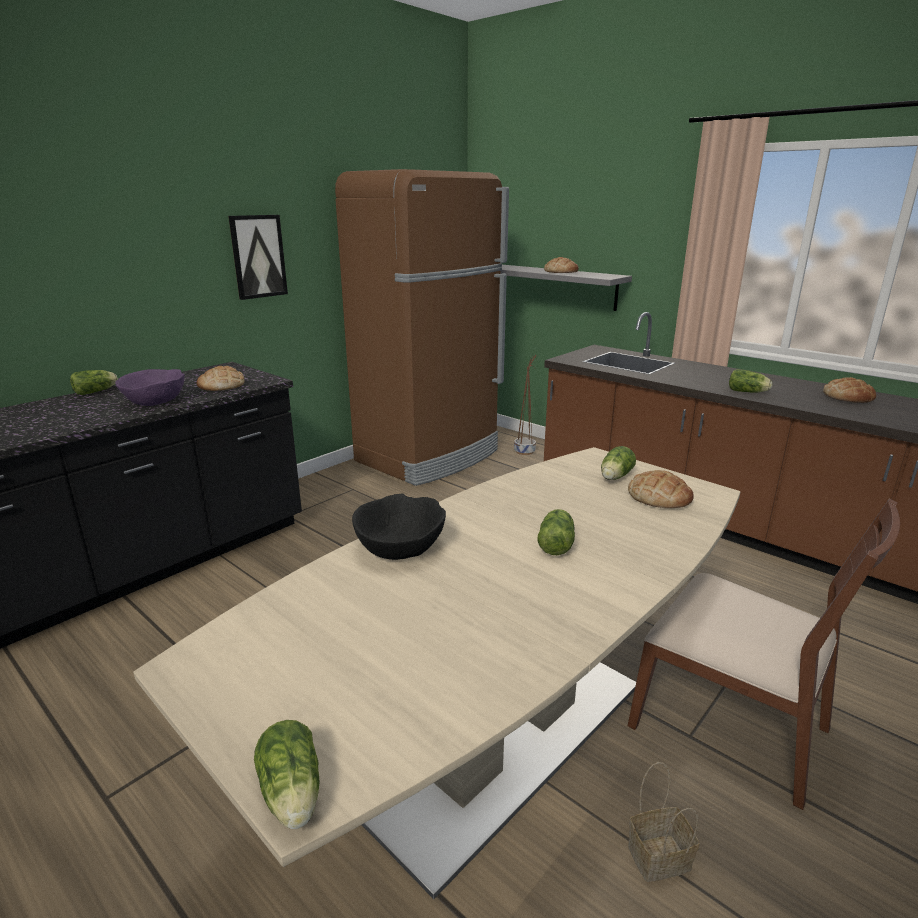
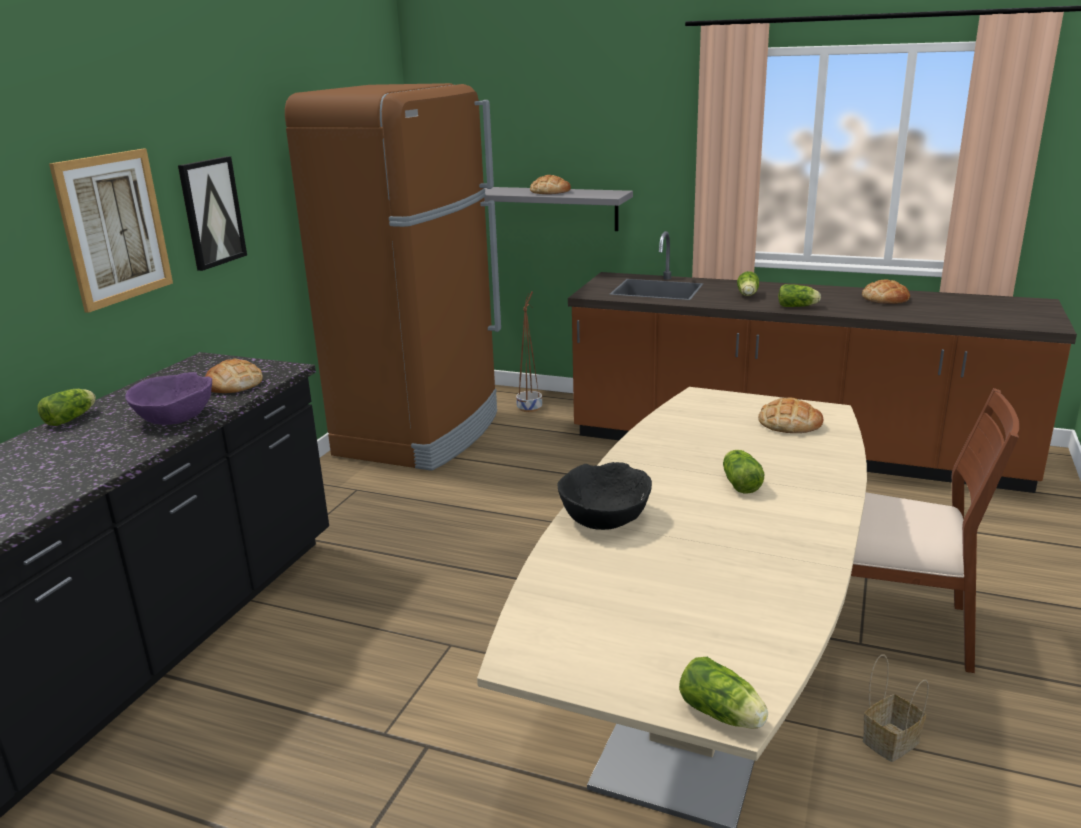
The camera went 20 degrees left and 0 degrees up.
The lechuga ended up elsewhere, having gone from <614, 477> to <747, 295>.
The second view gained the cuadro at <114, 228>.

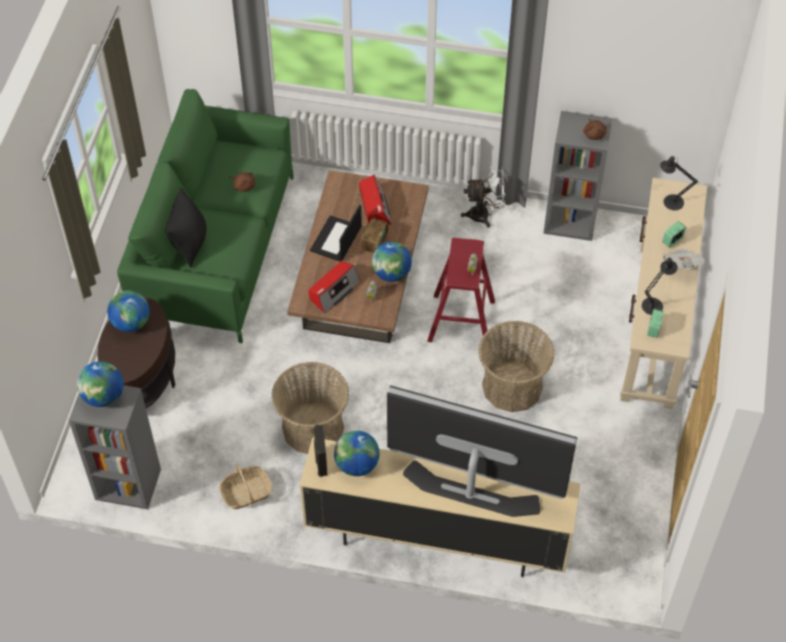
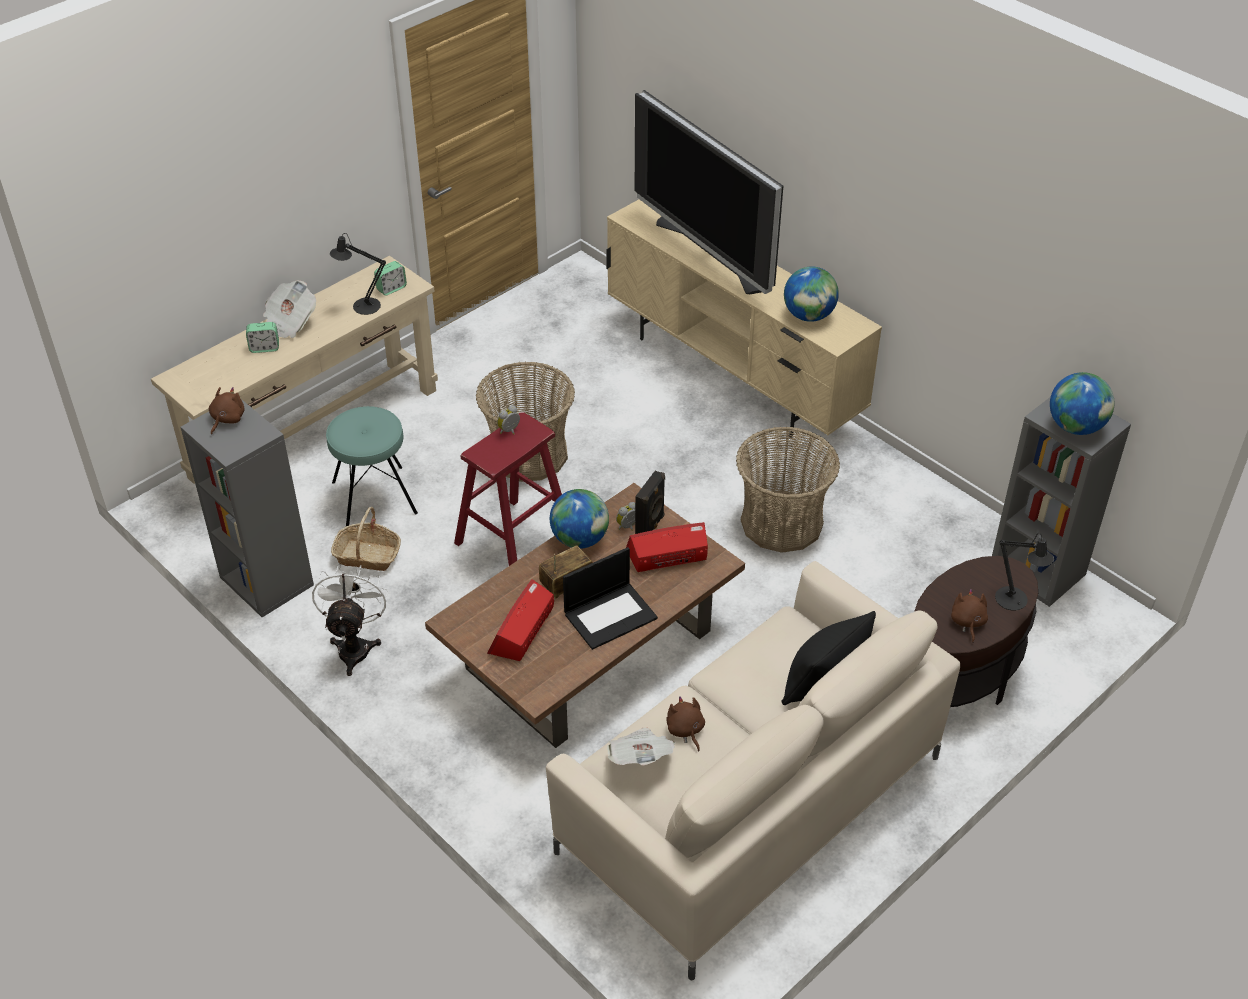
The camera went 145 degrees left and 10 degrees down.
Where the globo terráqueo stood at <131, 323>, the peluche [marrón] came to stand at <967, 622>.
What was the sofá [verde] at <214, 248> turned into the sofá [beis] at <750, 804>.
The cesta ended up elsewhere, having gone from <246, 493> to <367, 555>.
The altavoz [negro] ended up elsewhere, having gone from <320, 462> to <650, 527>.
The ventilador [blanco] at <485, 215> ended up facing another way, 60 degrees clockwise from before.
The lámpara de mesa [negro] ended up elsewhere, having gone from <670, 201> to <1015, 601>.
The second view gained the taburete [turquesa] at <374, 497>.
The second view gained the periódico at <640, 758>.

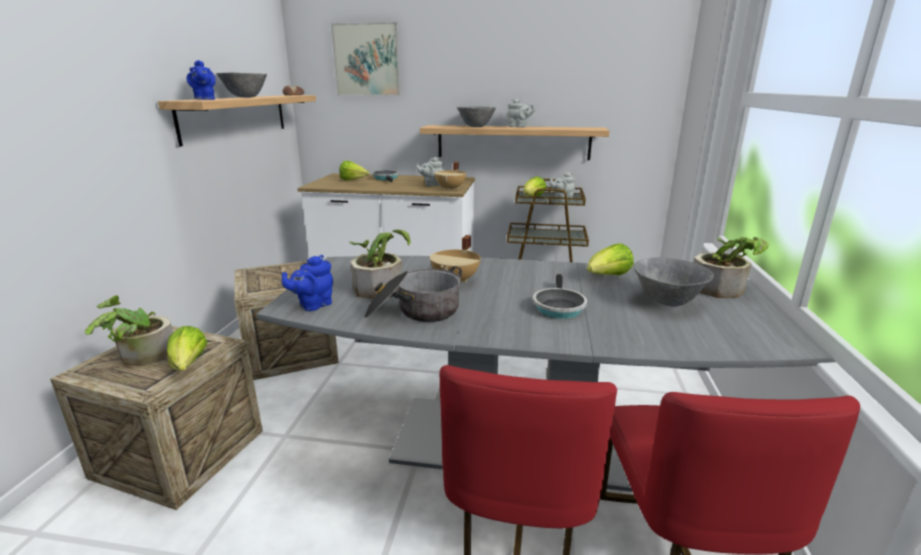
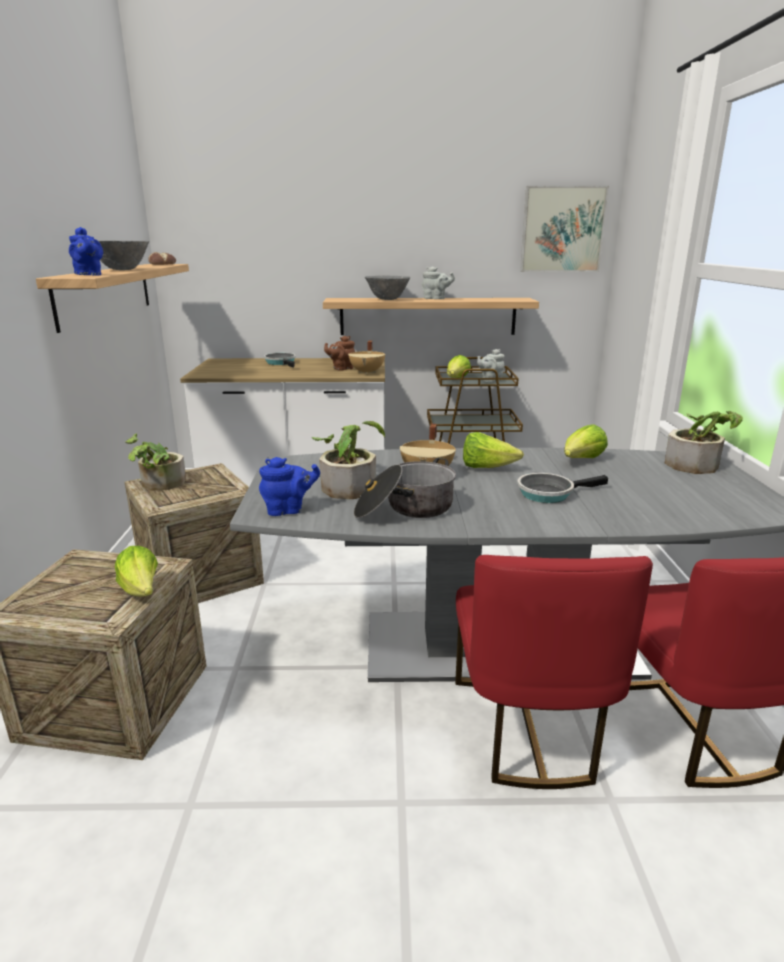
The camera went 10 degrees left and 0 degrees up.
The planta en maceta ended up elsewhere, having gone from <140, 356> to <159, 485>.
The tetera [azul] at <313, 305> ended up facing another way, 135 degrees counterclockwise from before.
The cuadro ended up elsewhere, having gone from <367, 60> to <562, 229>.
The lechuga ended up elsewhere, having gone from <353, 181> to <486, 468>.
What was the tetera [gris] at <431, 184> turned into the tetera [marrón] at <341, 368>.
The sartén at <558, 307> ended up facing another way, 75 degrees clockwise from before.
The second view lost the cuenco [gris] at <667, 302>.

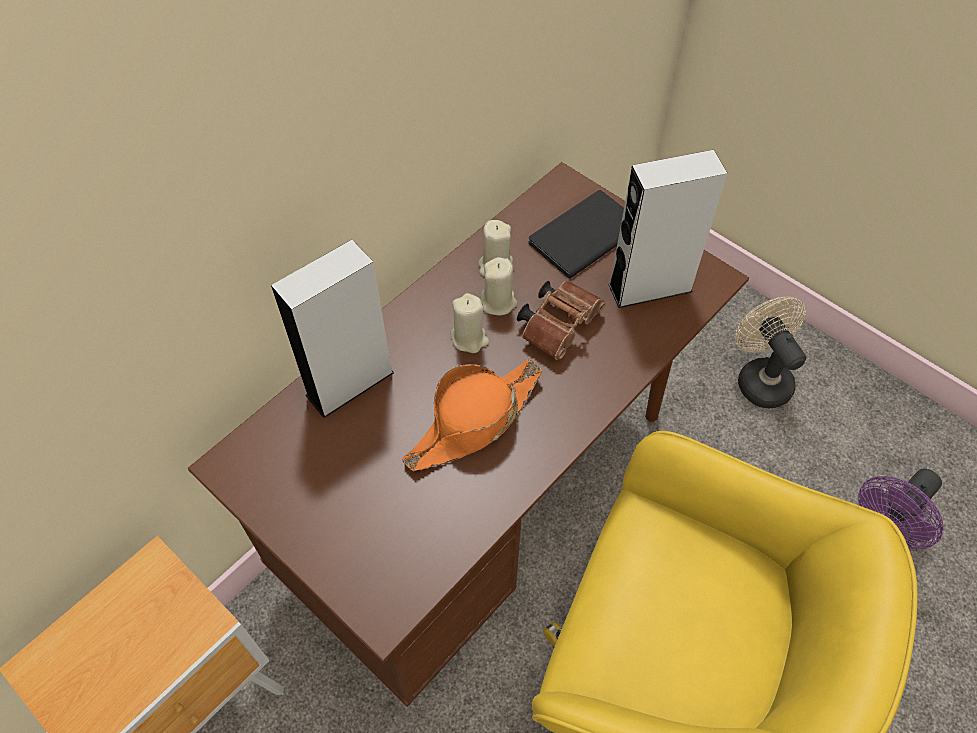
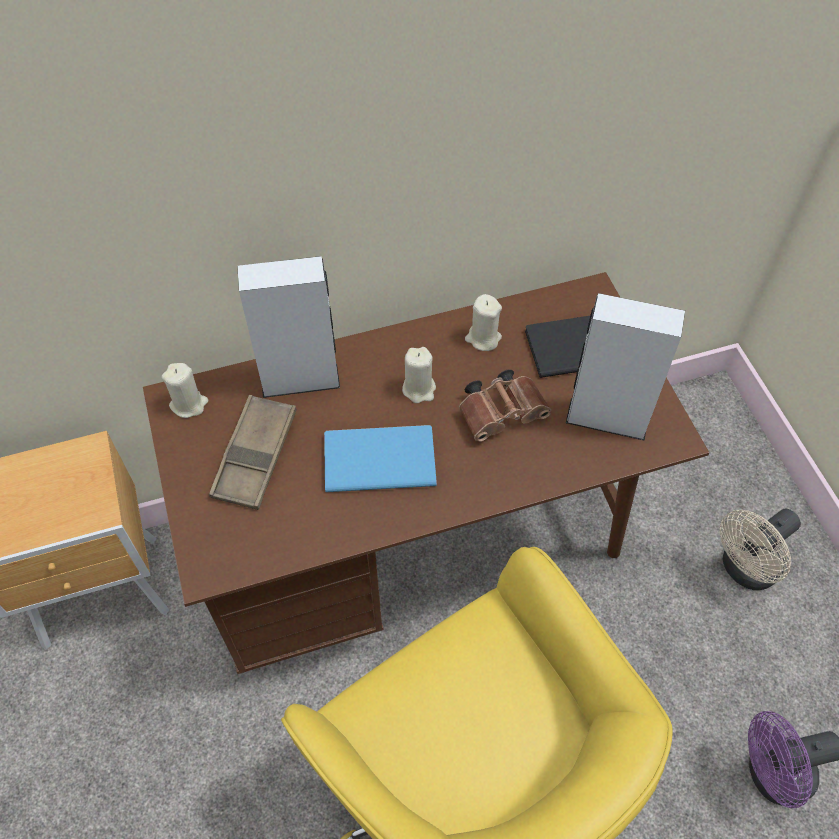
The camera went 30 degrees right and 0 degrees up.
Where the sombrero [naranja] stood at <474, 421>, the libro [azul] came to stand at <376, 458>.
The vela [beis] ended up elsewhere, having gone from <498, 302> to <189, 404>.
The ventilador [beis] at <759, 378> ended up facing another way, 135 degrees counterclockwise from before.
The second view gained the bandeja [marrón] at <255, 456>.

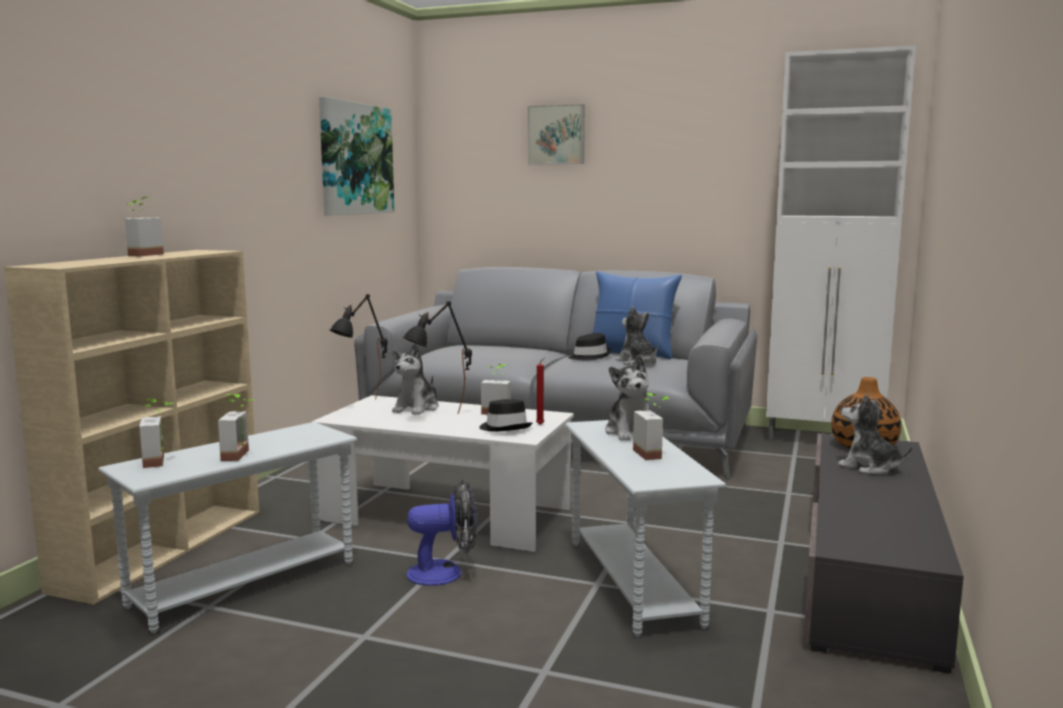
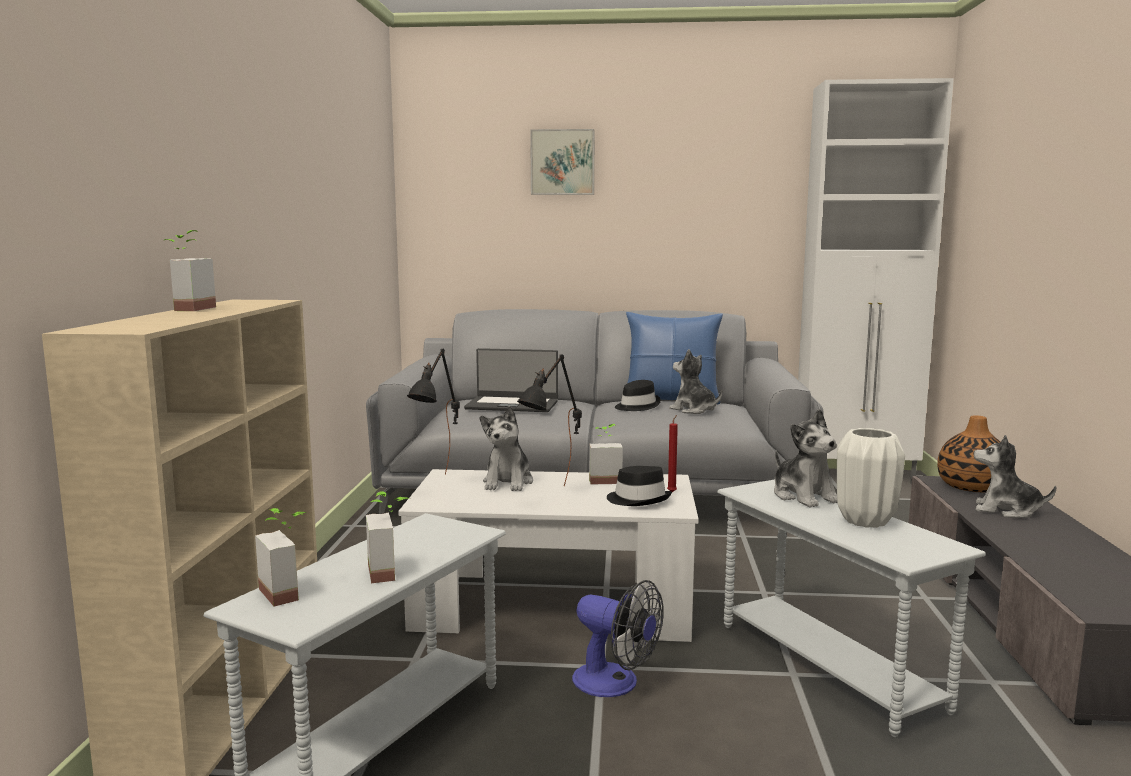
The camera went 15 degrees left and 0 degrees up.
The second view lost the cuadro at <355, 159>.
The ventilador at <445, 573> ended up facing another way, 60 degrees clockwise from before.
Where the planta en maceta stood at <654, 453>, the florero [blanco] came to stand at <864, 521>.
The second view gained the portátil at <512, 405>.

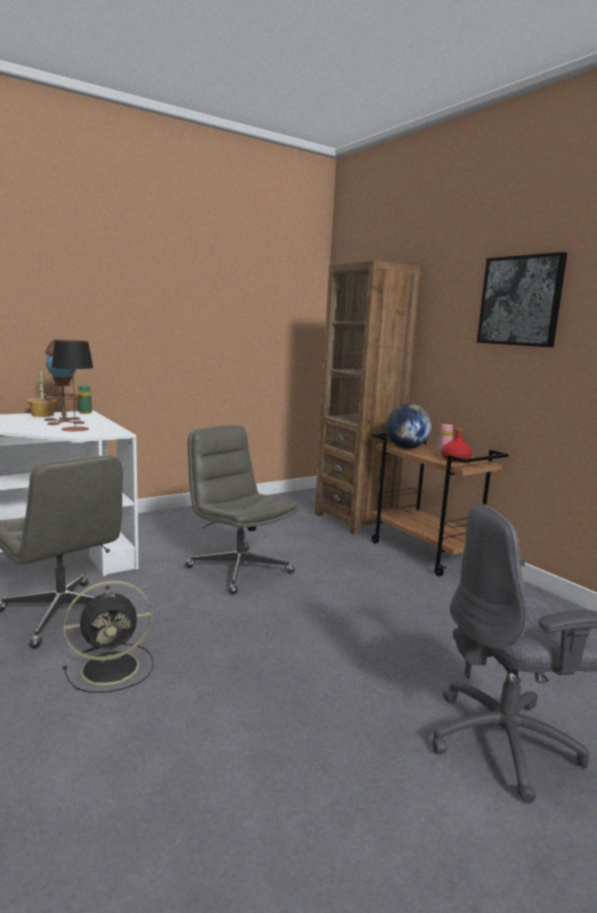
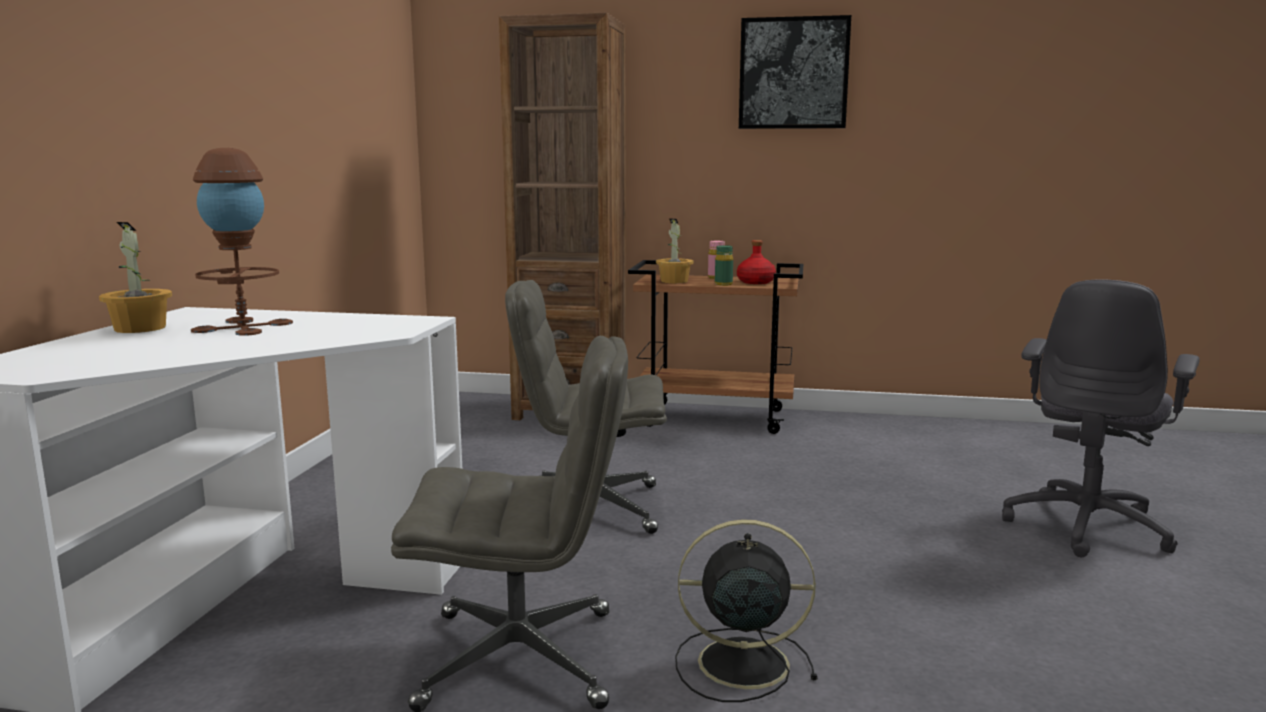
The camera went 45 degrees left and 0 degrees up.
The second view lost the lámpara de mesa at <75, 429>.
The ventilador [negro] at <113, 667> ended up facing another way, 105 degrees counterclockwise from before.
The botella [verde] ended up elsewhere, having gone from <85, 412> to <723, 284>.
Where the globo terráqueo stood at <406, 448>, the planta en maceta came to stand at <674, 281>.

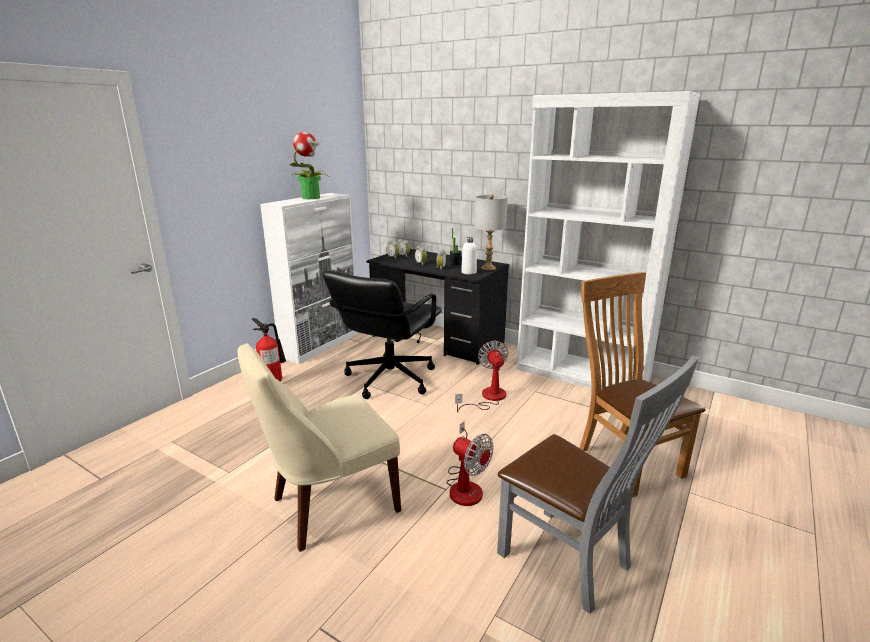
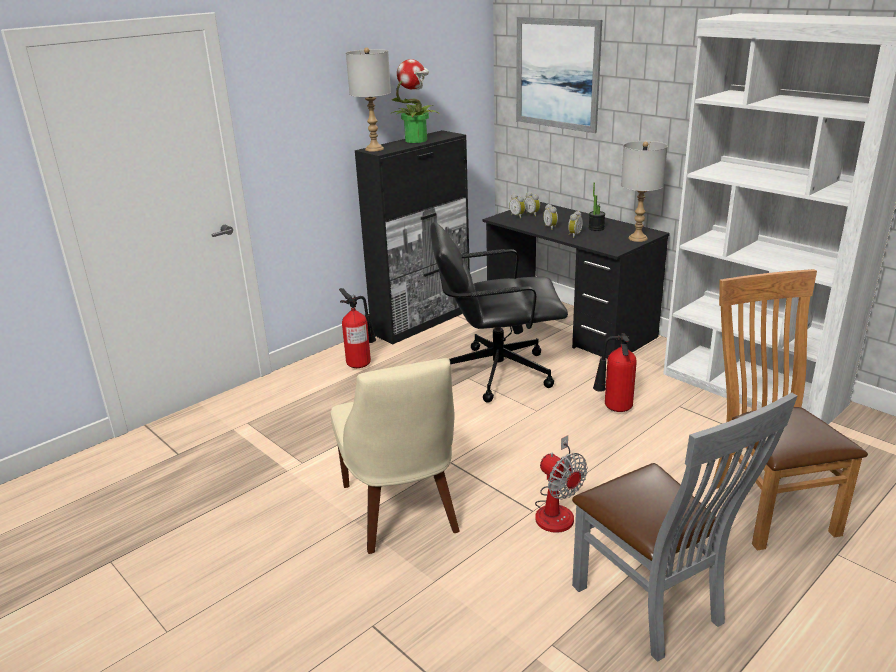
The camera went 15 degrees right and 5 degrees up.
The silla [beis] at <329, 506> ended up facing another way, 90 degrees counterclockwise from before.
What was the armario [blanco] at <321, 345> turned into the armario [negro] at <422, 321>.
The silla de oficina [negro] at <389, 379> ended up facing another way, 45 degrees clockwise from before.
Where the ventilador stood at <488, 398>, the extintor came to stand at <614, 409>.
The second view lost the botella [blanco] at <468, 272>.
The second view gained the lámpara de mesa [gris] at <374, 149>.
The second view gained the cuadro at <557, 73>.

